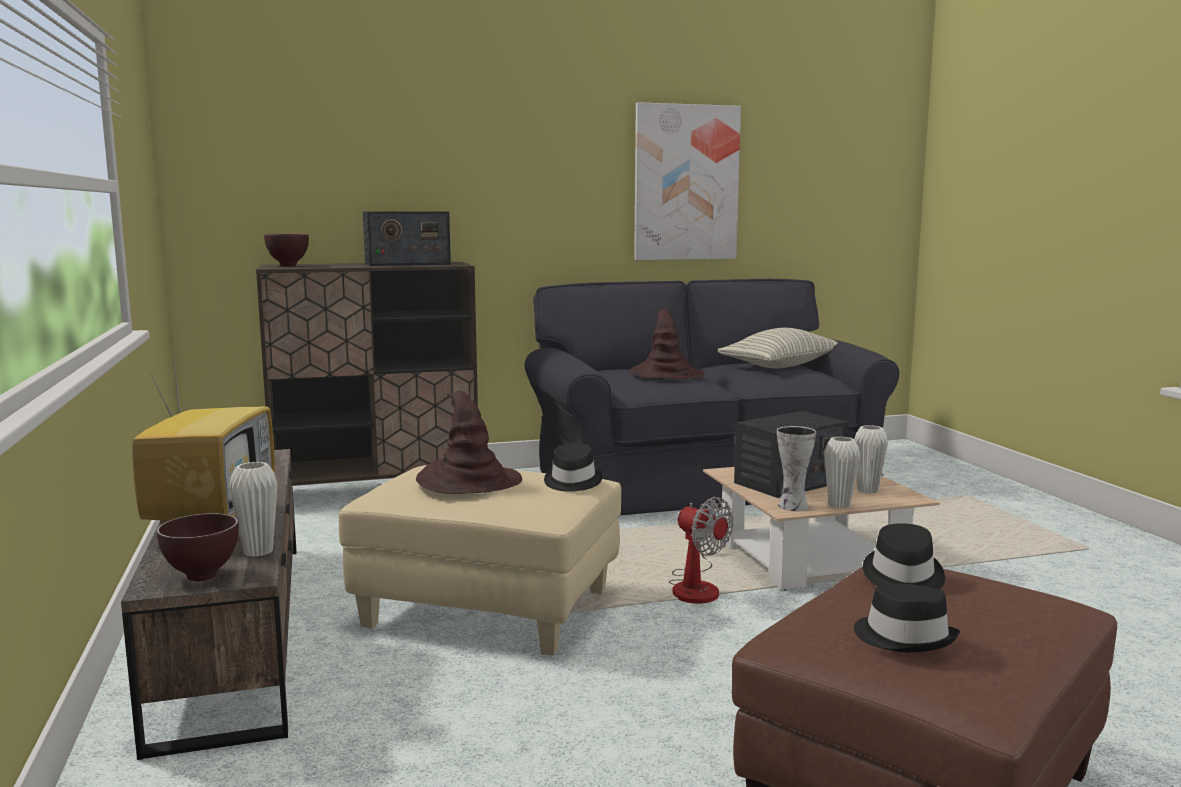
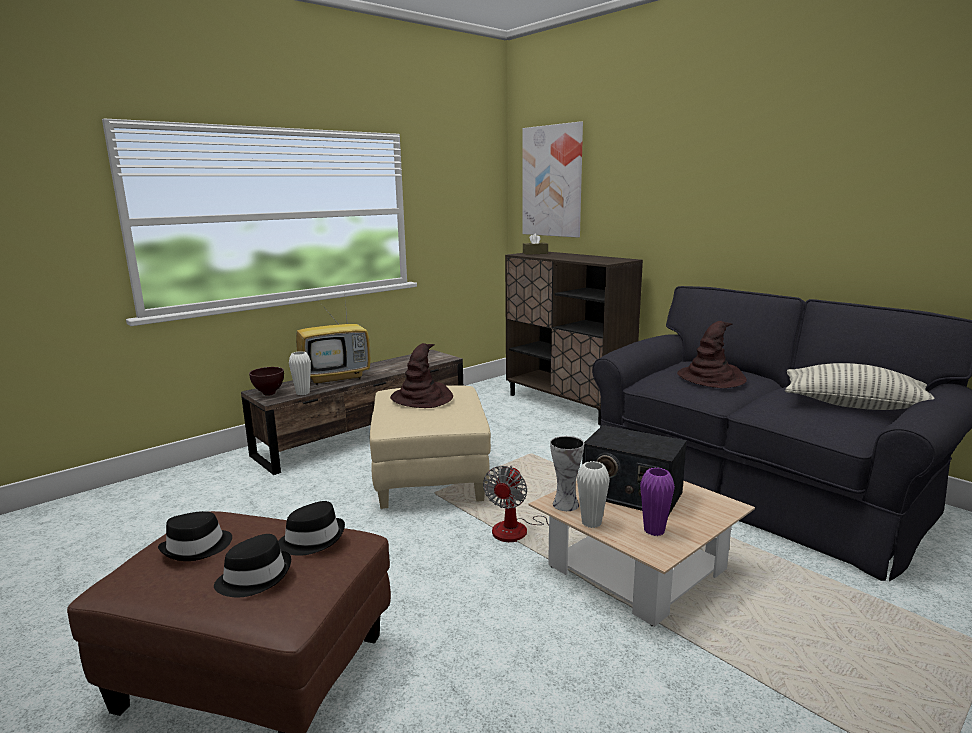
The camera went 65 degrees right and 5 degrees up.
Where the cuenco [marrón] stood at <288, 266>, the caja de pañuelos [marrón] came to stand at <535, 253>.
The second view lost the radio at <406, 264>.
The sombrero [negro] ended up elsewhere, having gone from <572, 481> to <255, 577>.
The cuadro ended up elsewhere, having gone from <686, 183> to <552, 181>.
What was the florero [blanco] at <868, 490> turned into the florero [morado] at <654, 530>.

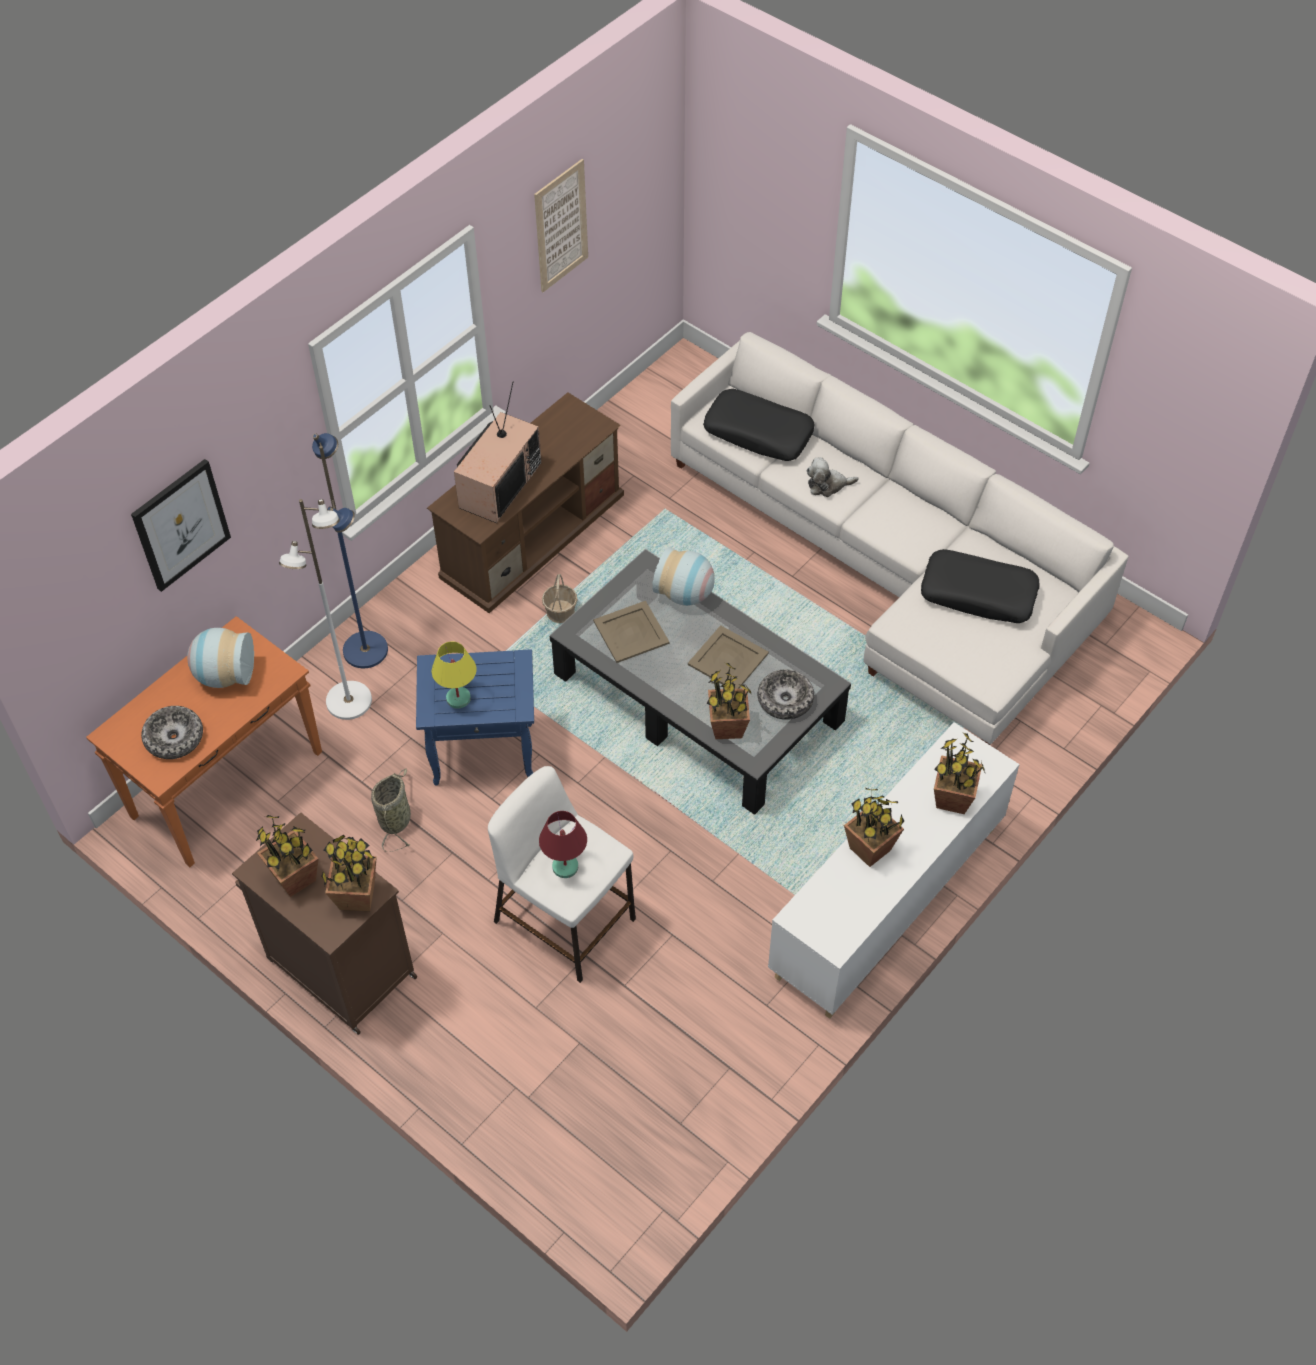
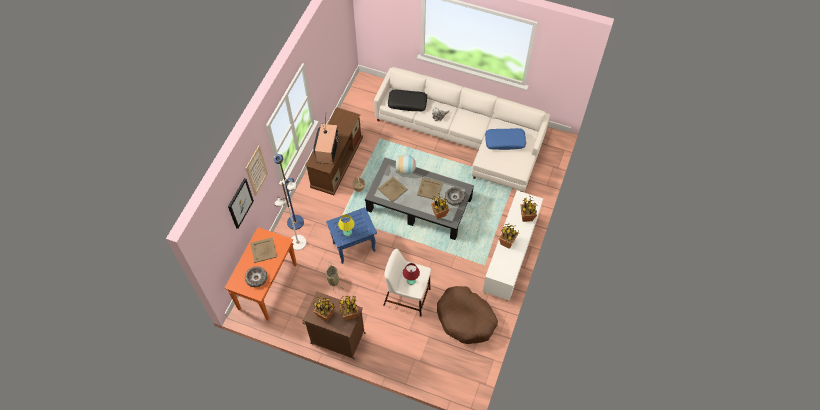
The camera went 20 degrees left and 5 degrees up.
Where the florero stood at <224, 675>, the bandeja [beis] came to stand at <263, 250>.
The cuadro ended up elsewhere, having gone from <561, 226> to <256, 170>.
What was the cojín [negro] at <978, 594> turned into the cojín [azul] at <505, 141>.
The second view gained the cama para perro [marrón] at <465, 318>.

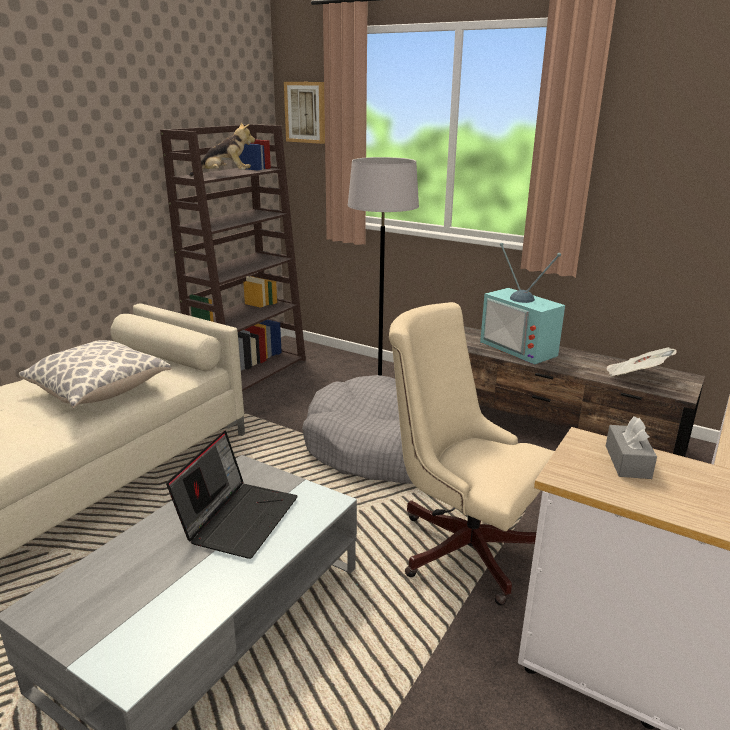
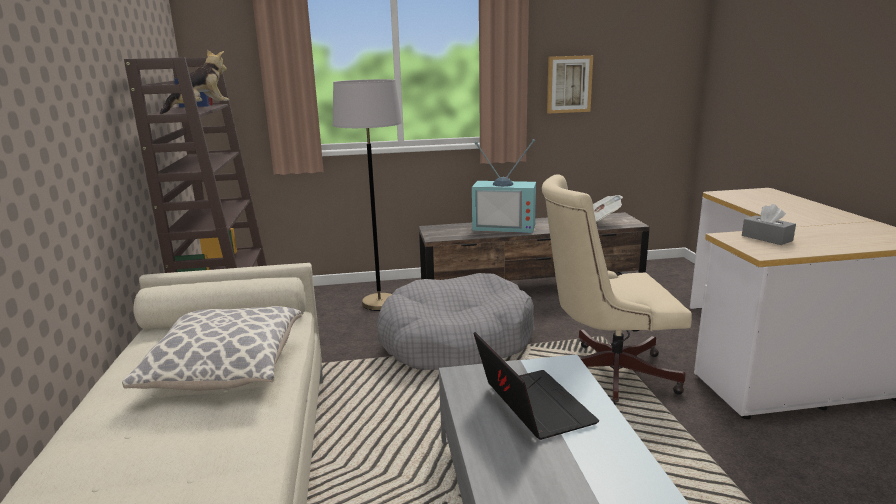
The camera went 40 degrees left and 5 degrees down.
The cuadro ended up elsewhere, having gone from <305, 112> to <569, 84>.

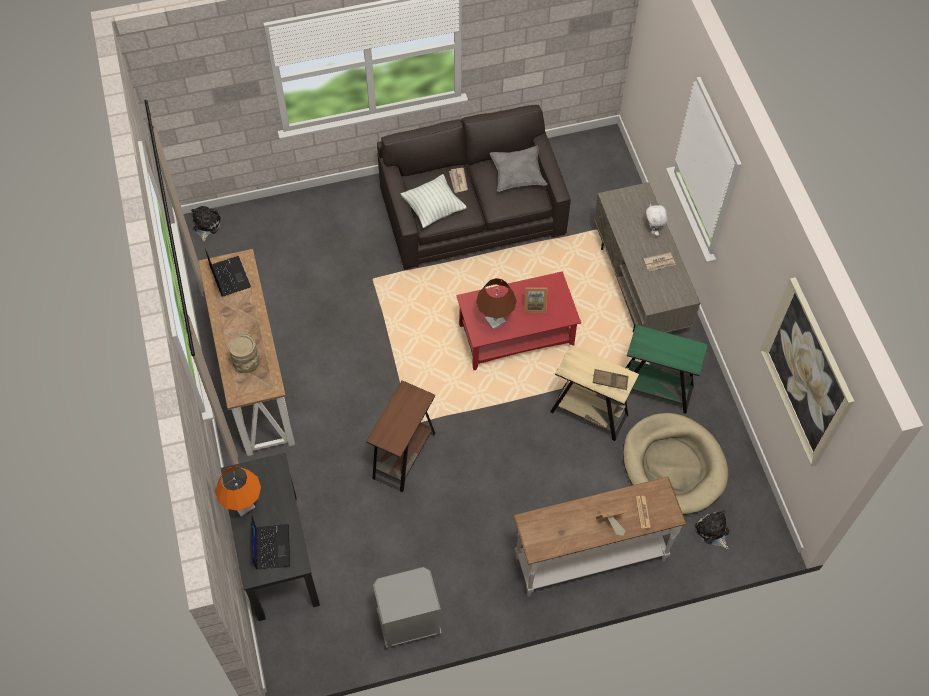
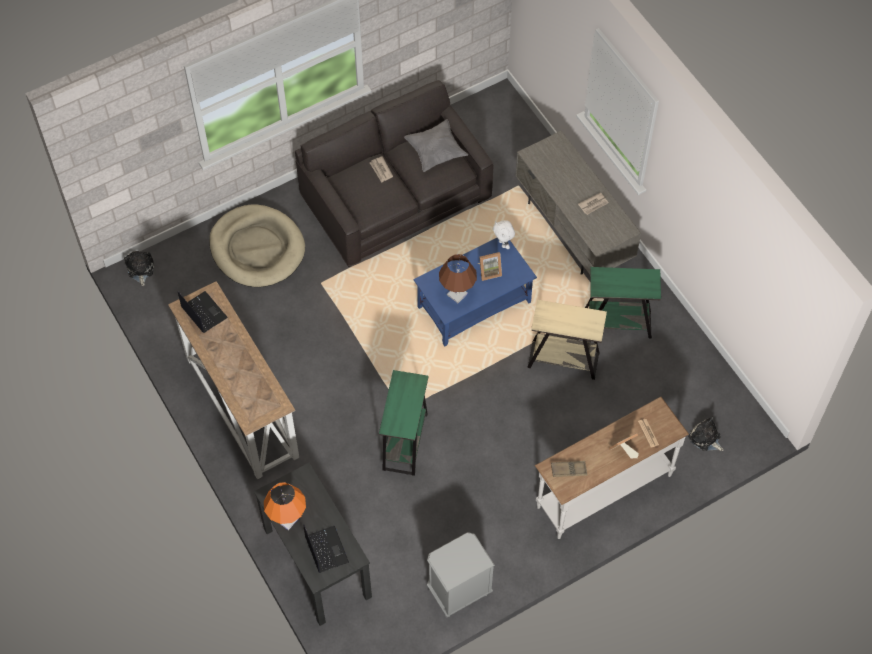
The camera went 15 degrees left and 0 degrees up.
The second view lost the florero [beis] at <247, 364>.
What was the mesa auxiliar [marrón] at <404, 455> turned into the mesa auxiliar [verde] at <405, 441>.
The second view lost the cojín at <433, 209>.
What was the mesa de centro [rojo] at <517, 335> turned into the mesa de centro [azul] at <474, 304>.
The bandeja [marrón] ended up elsewhere, having gone from <610, 381> to <568, 470>.
The cama para perro [beis] ended up elsewhere, having gone from <673, 465> to <257, 248>.
The peluche [blanco] ended up elsewhere, having gone from <653, 230> to <503, 244>.
The second view lost the cuadro at <806, 373>.

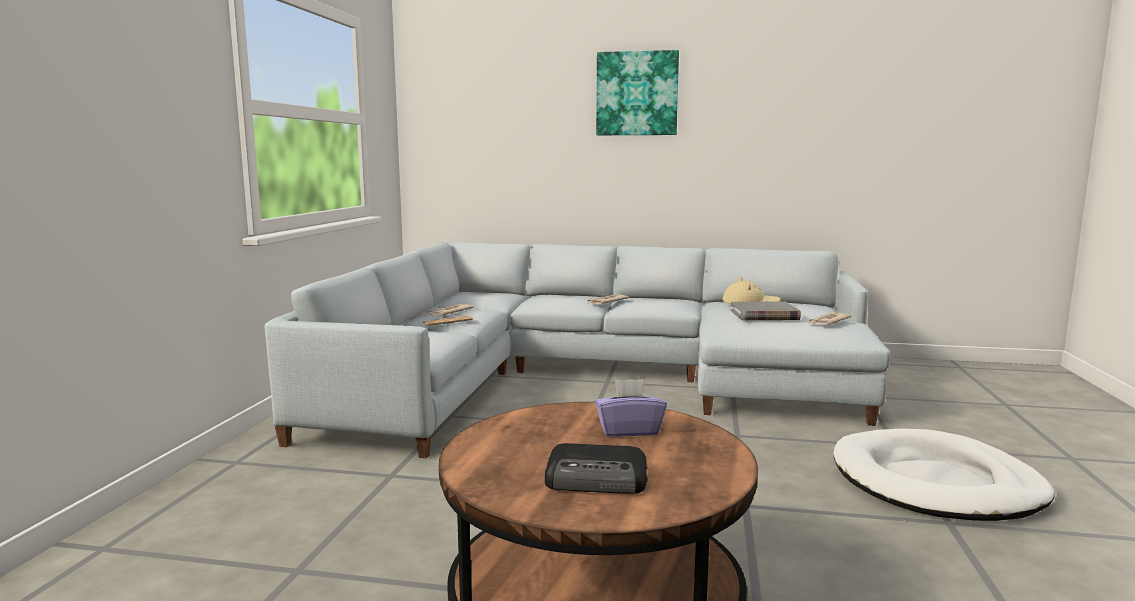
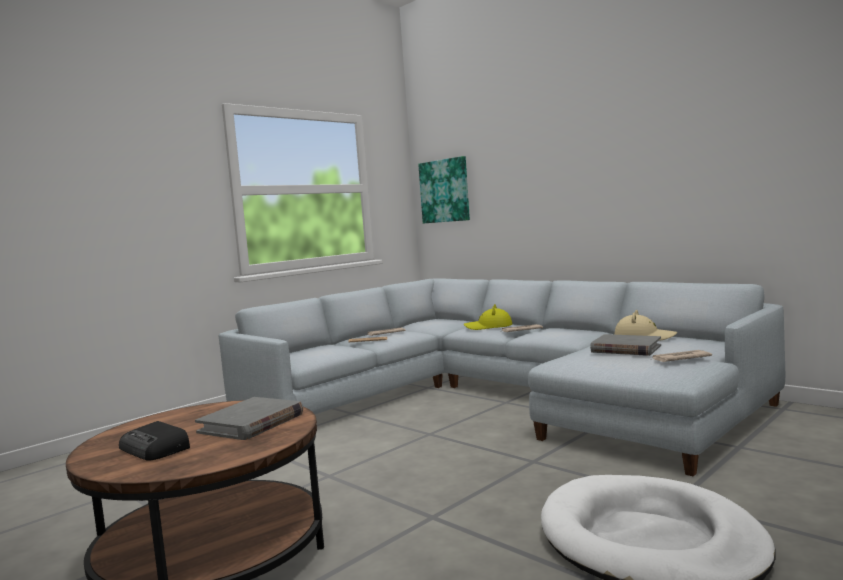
The camera went 35 degrees right and 5 degrees down.
Where the caja de pañuelos [morado] stood at <629, 430>, the libro [gris] came to stand at <251, 423>.
The cuadro ended up elsewhere, having gone from <637, 94> to <445, 191>.
The second view gained the sombrero [amarillo] at <488, 327>.

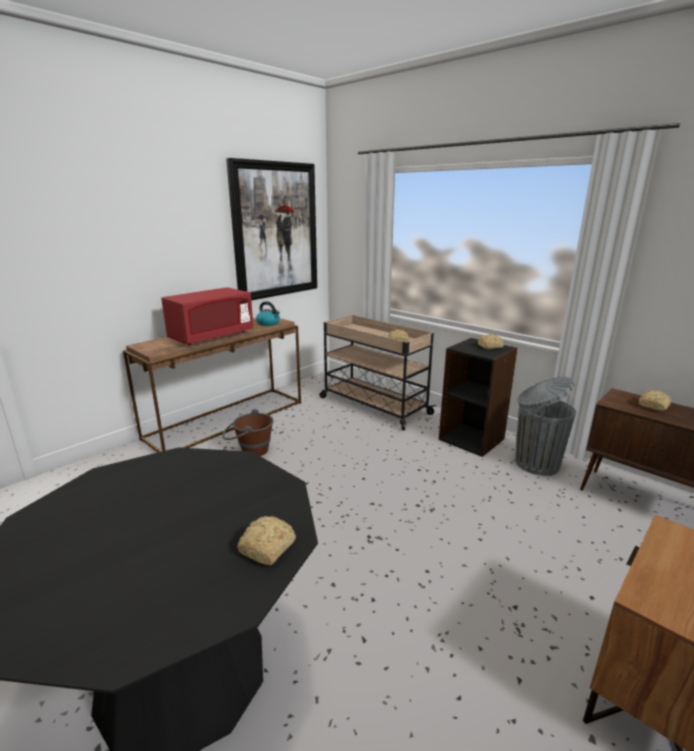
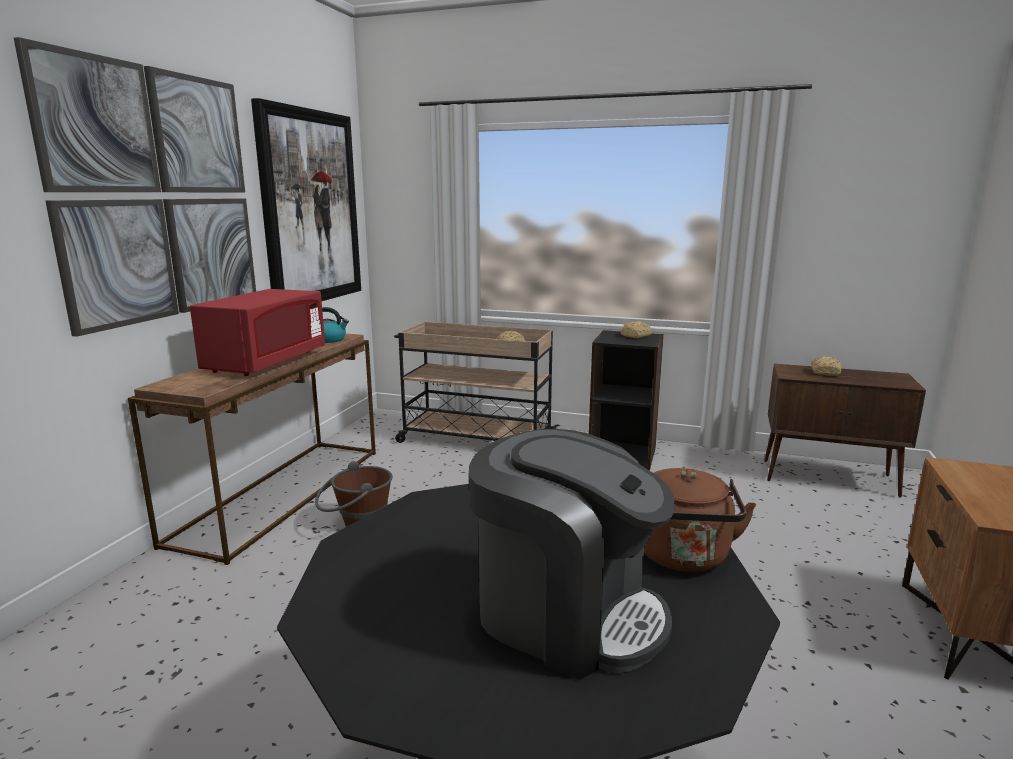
The camera went 25 degrees left and 5 degrees down.
Where the pan stood at <266, 549>, the hervidor [marrón] came to stand at <684, 558>.
The second view lost the papelera [gris] at <535, 463>.
The second view gained the cuadro at <159, 195>.
The second view gained the cafetera at <566, 613>.

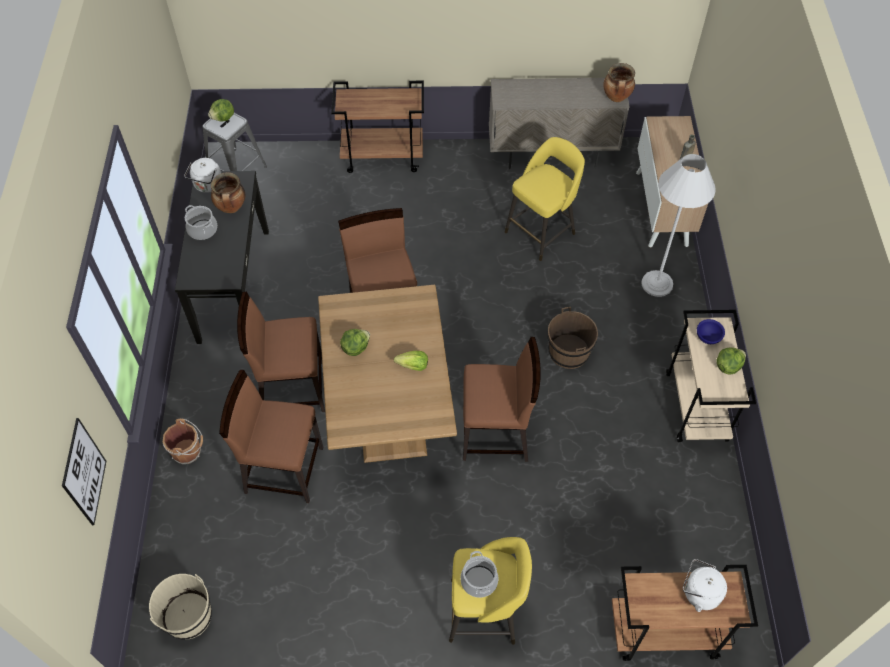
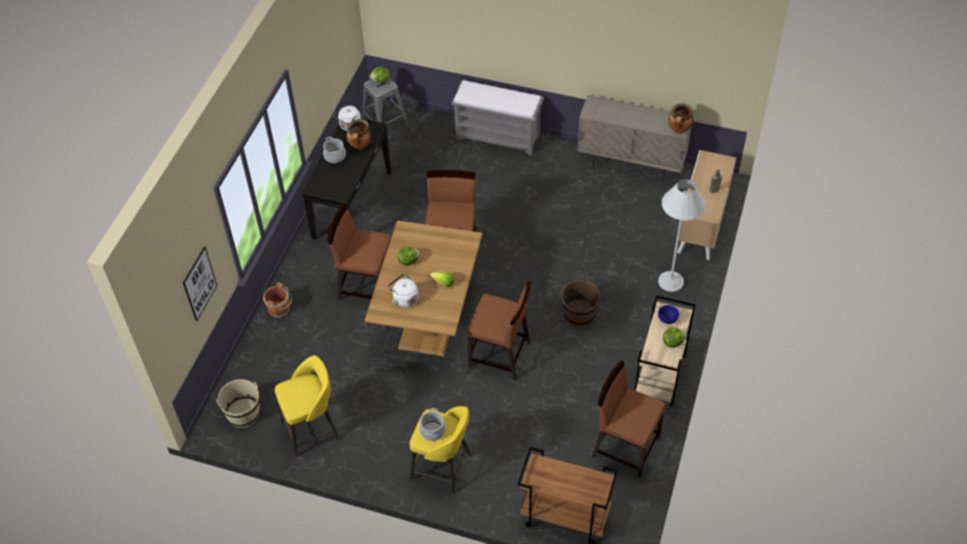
The camera went 20 degrees right and 5 degrees down.
The silla [marrón] ended up elsewhere, having gone from <283, 469> to <625, 447>.
Where the carrito [marrón] stood at <383, 156>, the banco [gris] came to stand at <498, 137>.
The taburete [amarillo] ended up elsewhere, having gone from <541, 232> to <312, 429>.
The hervidor [blanco] ended up elsewhere, having gone from <699, 592> to <404, 298>.

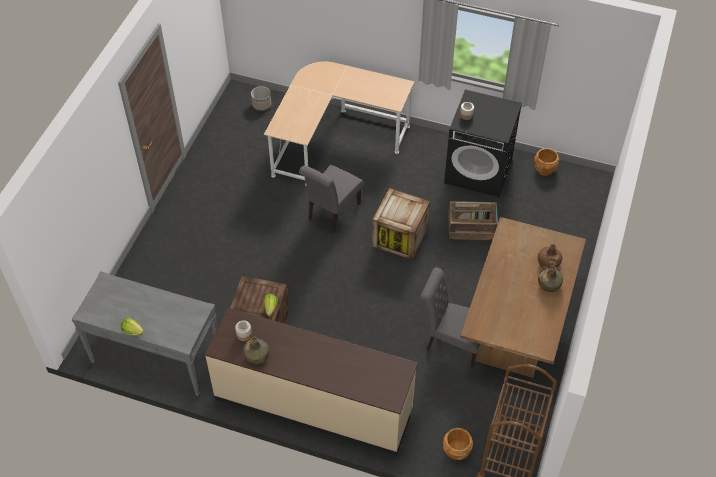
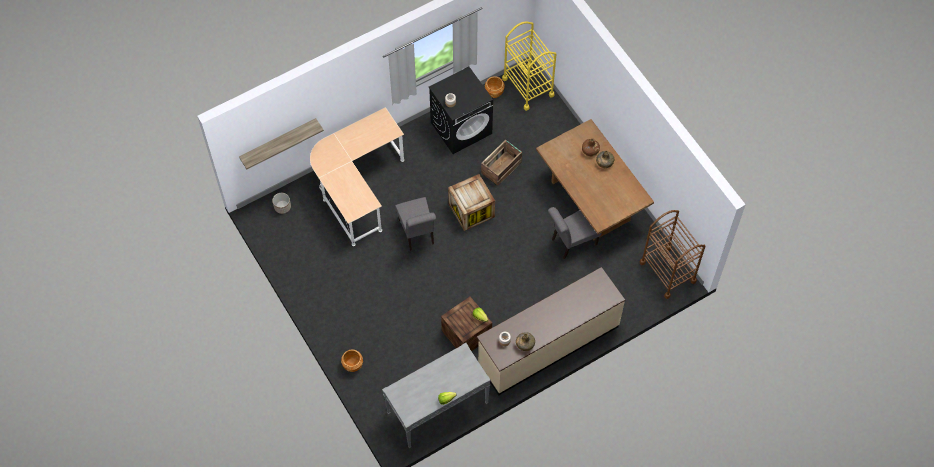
The camera went 50 degrees left and 10 degrees up.
The maceta [marrón] ended up elsewhere, having gone from <456, 450> to <352, 365>.
The second view gained the estante at <278, 141>.
The second view gained the carrito [amarillo] at <528, 87>.

